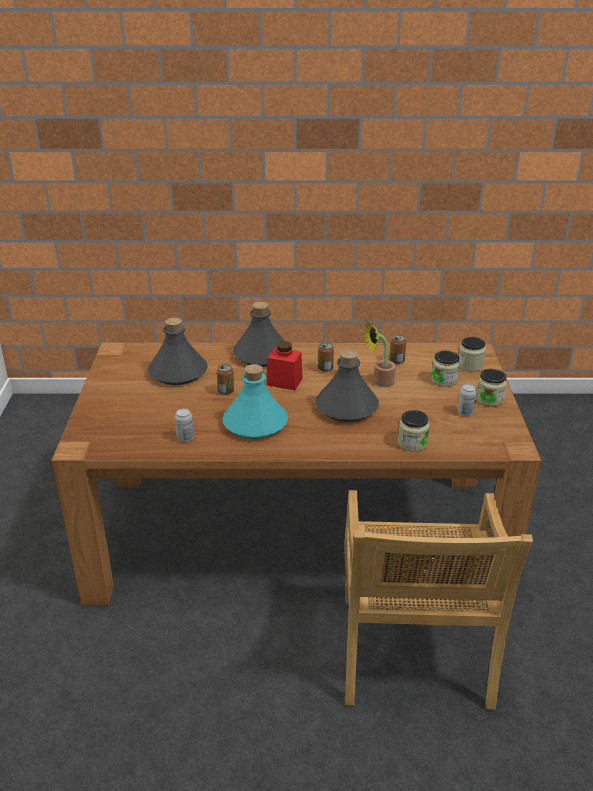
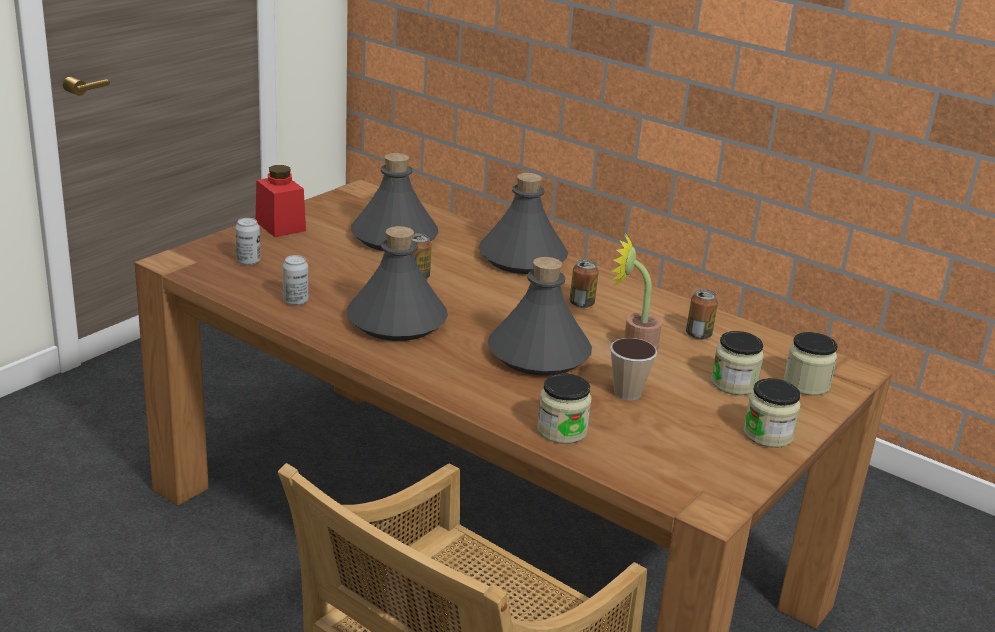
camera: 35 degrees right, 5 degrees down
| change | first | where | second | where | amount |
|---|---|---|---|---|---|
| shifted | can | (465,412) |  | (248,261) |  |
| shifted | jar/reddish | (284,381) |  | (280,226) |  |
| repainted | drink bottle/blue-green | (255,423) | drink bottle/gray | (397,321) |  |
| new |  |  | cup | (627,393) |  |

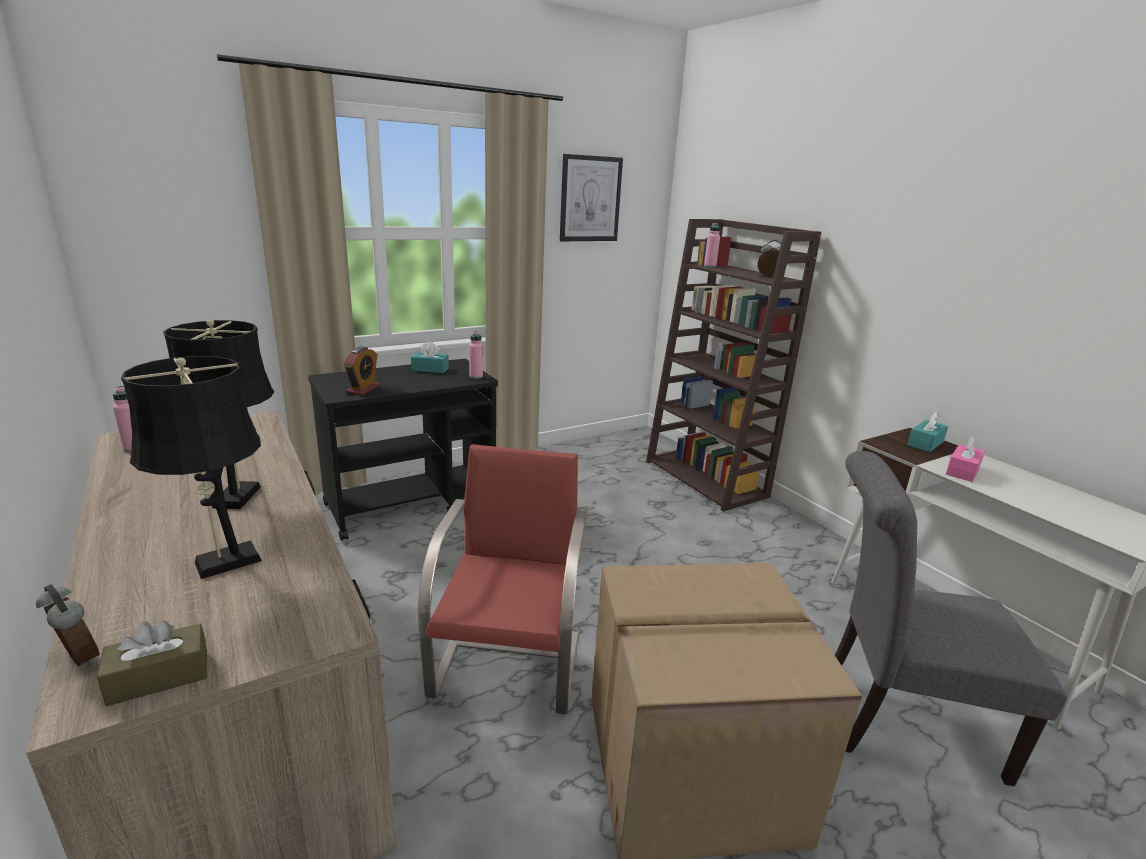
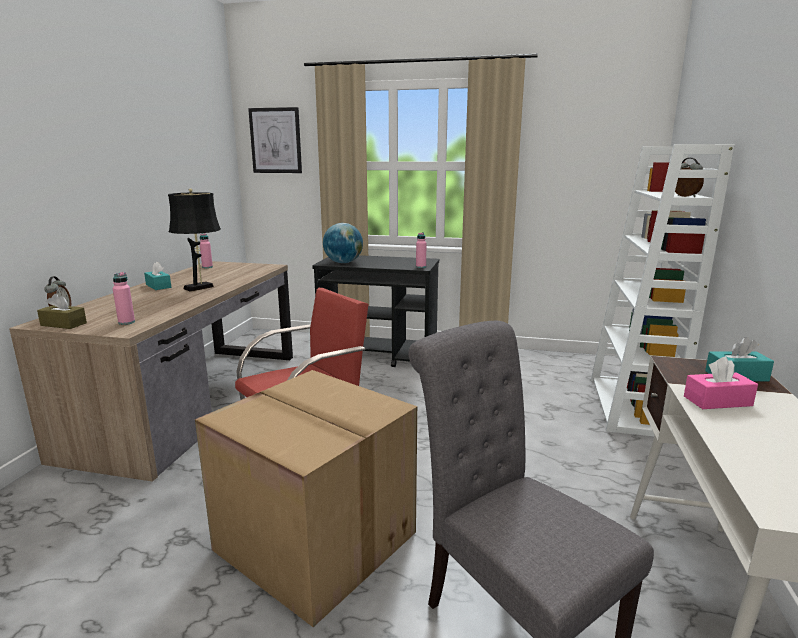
camera: 45 degrees right, 5 degrees down
| change | first | where | second | where | amount |
|---|---|---|---|---|---|
| shifted | drink bottle/pinkish | (710,266) |  | (126,322) |  |
| shifted | tissue holder/blue-green | (430,369) |  | (158,286) |  |
| shifted | wall art | (590,199) |  | (275,140) |  |
| swapped | table clock | (363,389) | globe | (343,263) |  |
| repainted | shelving unit/brownish | (707,479) | shelving unit/white-coloured | (632,406) |  |
| gone | tabletop lamp/black | (221,563) |  |  |  |

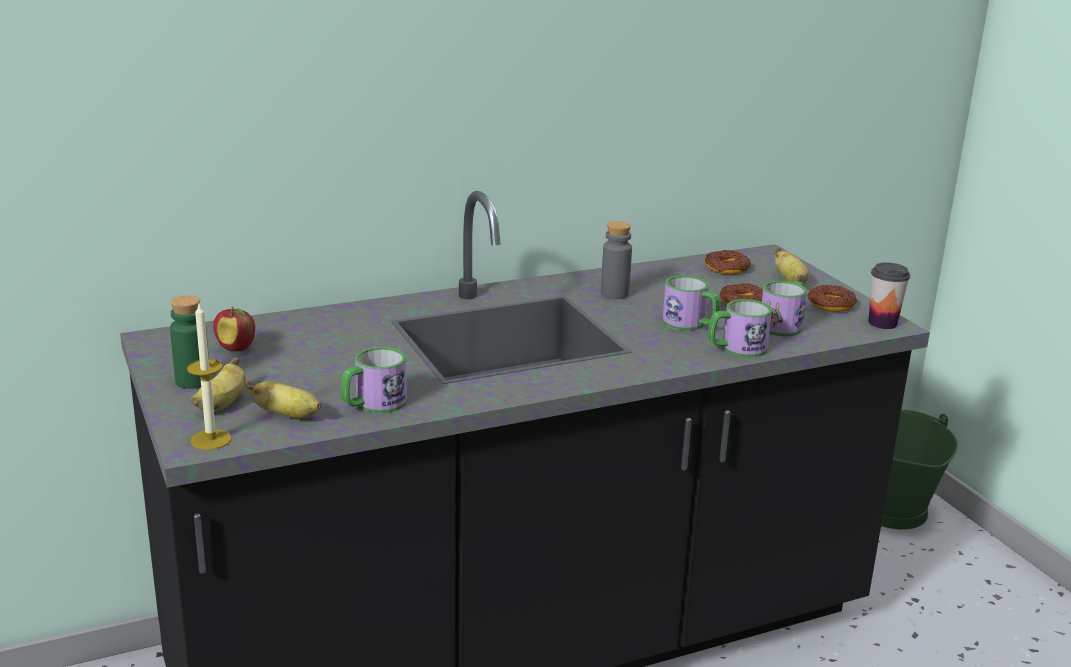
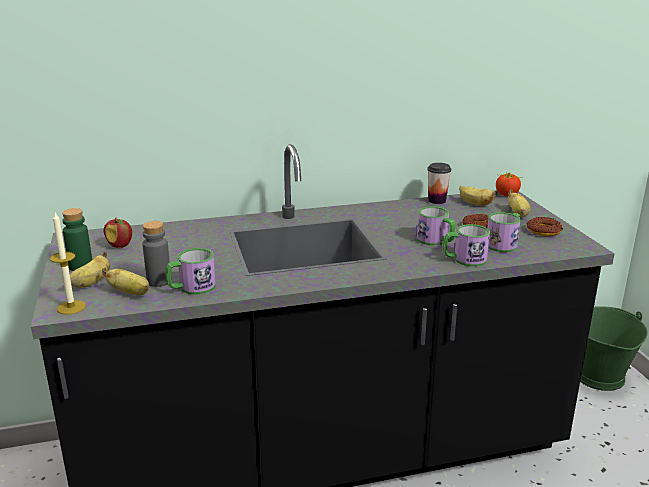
camera: 10 degrees right, 0 degrees up
| change | first | where | second | where | amount |
|---|---|---|---|---|---|
| shifted | drink bottle/gray | (614,294) |  | (159,281) |  |
| shifted | cup | (882,323) |  | (437,201) |  |
| swapped | donut | (727,268) | banana | (474,203) |  |
| new |  |  | whole tomato | (507,195) |  |

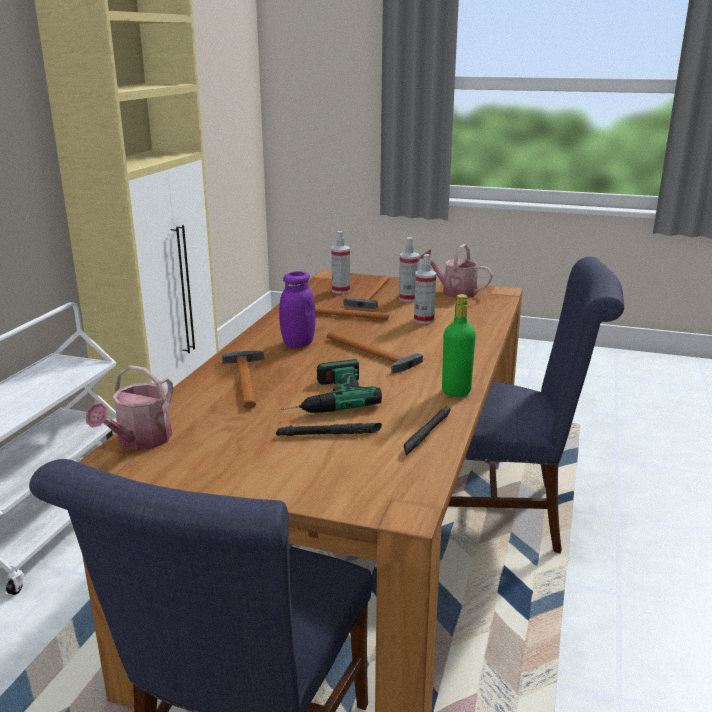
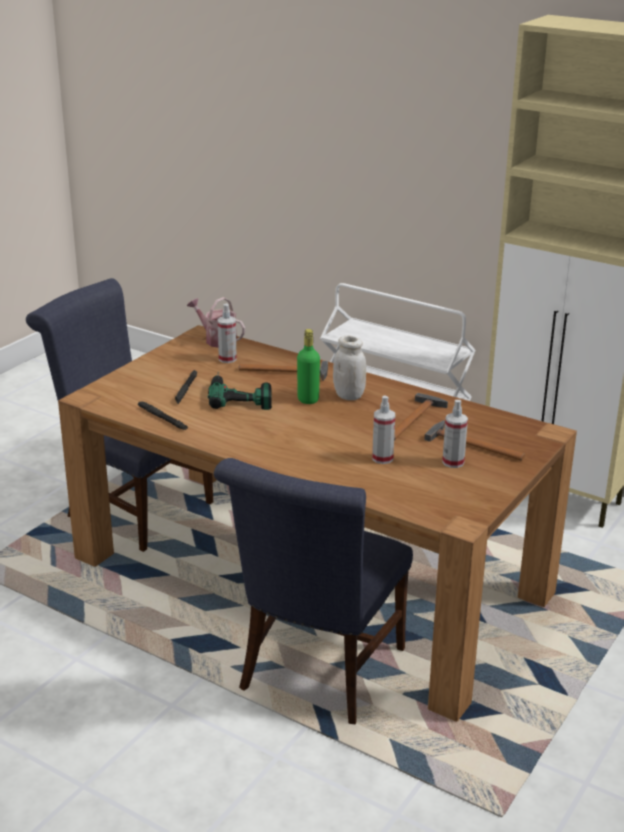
camera: 105 degrees right, 5 degrees up
| change | first | where | second | where | amount |
|---|---|---|---|---|---|
| shifted | spray bottle | (340,290) |  | (227,359) |  |
| shifted | drink bottle/green-coloured | (456,391) |  | (308,399) |  |
| repainted | jar/purple | (298,343) | jar/white-coloured | (349,396) |  |
| gone | hand hammer | (372,354) |  |  |  |
| gone | sprinkling can | (454,292) |  |  |  |

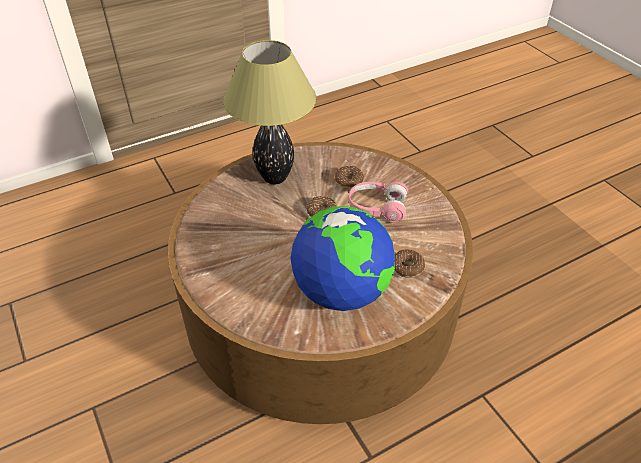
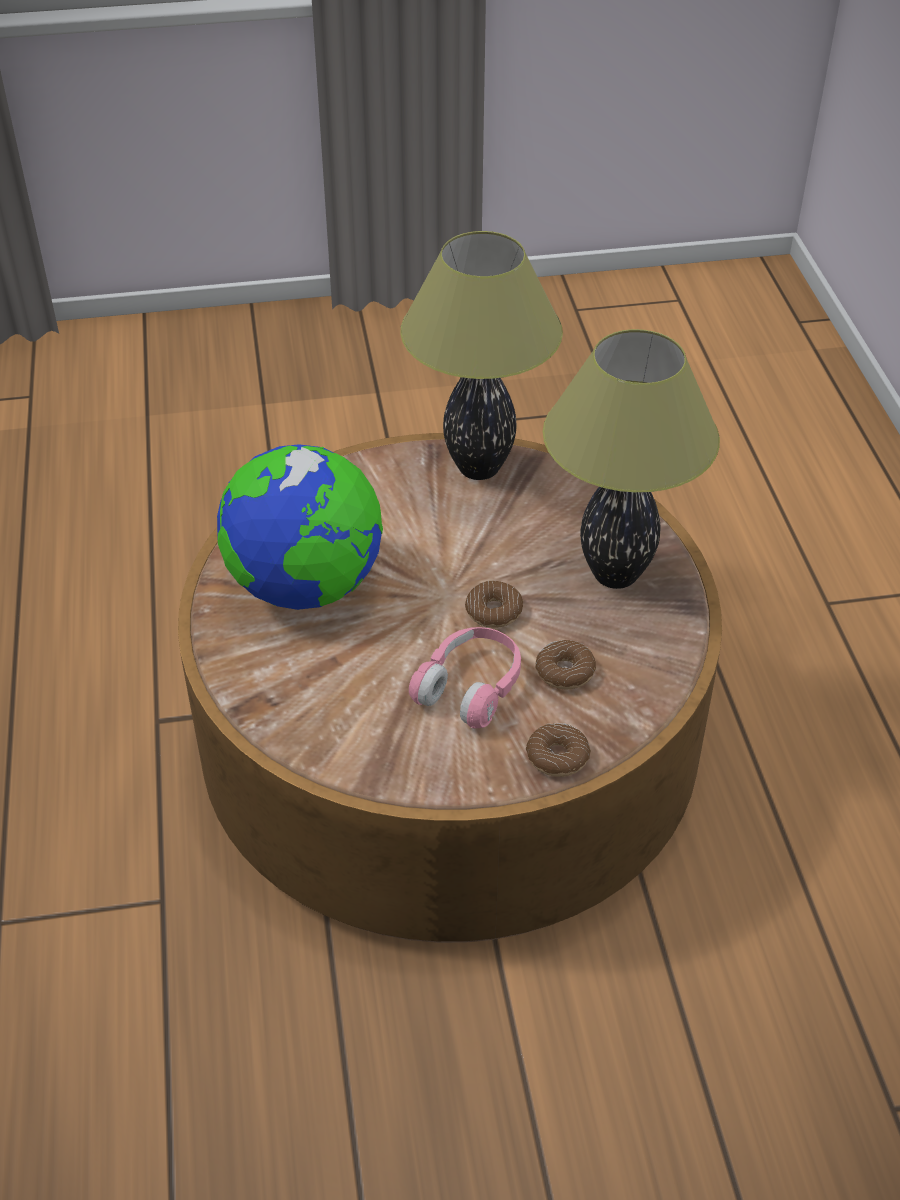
camera: 110 degrees right, 0 degrees up
| change | first | where | second | where | amount |
|---|---|---|---|---|---|
| new |  |  | tabletop lamp | (479,469) |  |
| shifted | donut | (407,267) |  | (557,757) |  |

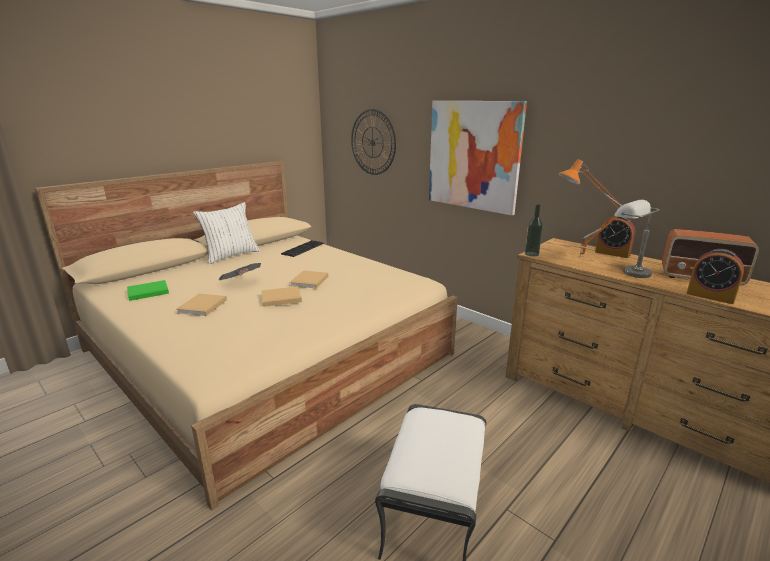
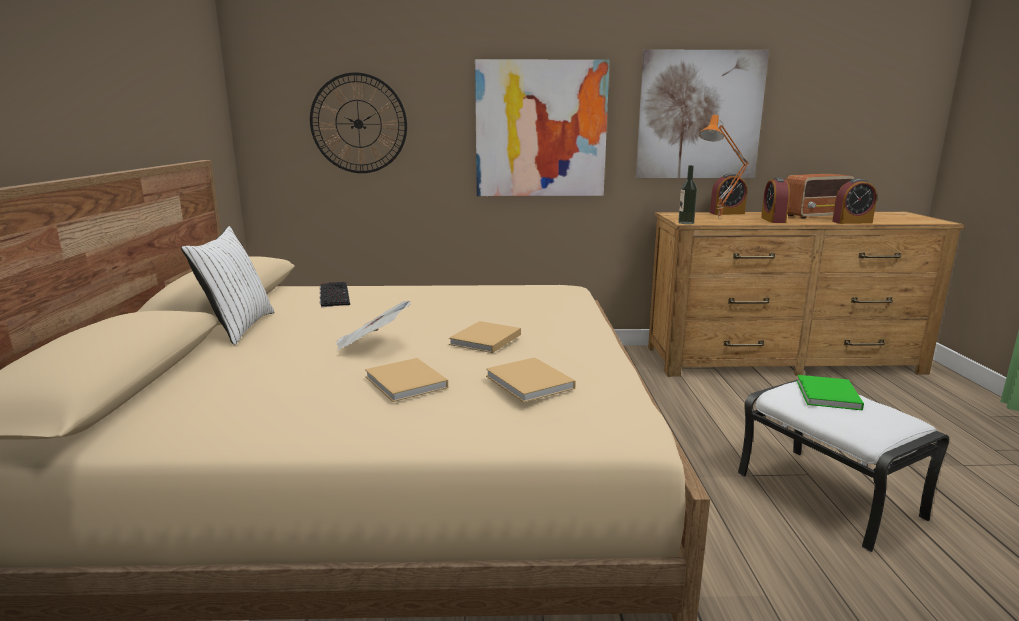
camera: 45 degrees left, 5 degrees down
| change | first | where | second | where | amount |
|---|---|---|---|---|---|
| shifted | book/sand-coloured | (309,281) |  | (530,383) |  |
| new |  |  | wall art | (699,115) |  |
| swapped | tabletop lamp/gray | (627,271) | table clock | (773,220) |  |
| shifted | book/green-coloured | (146,292) |  | (828,395) |  |

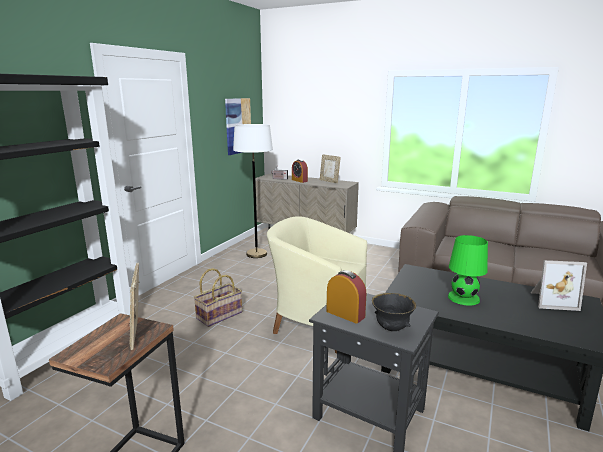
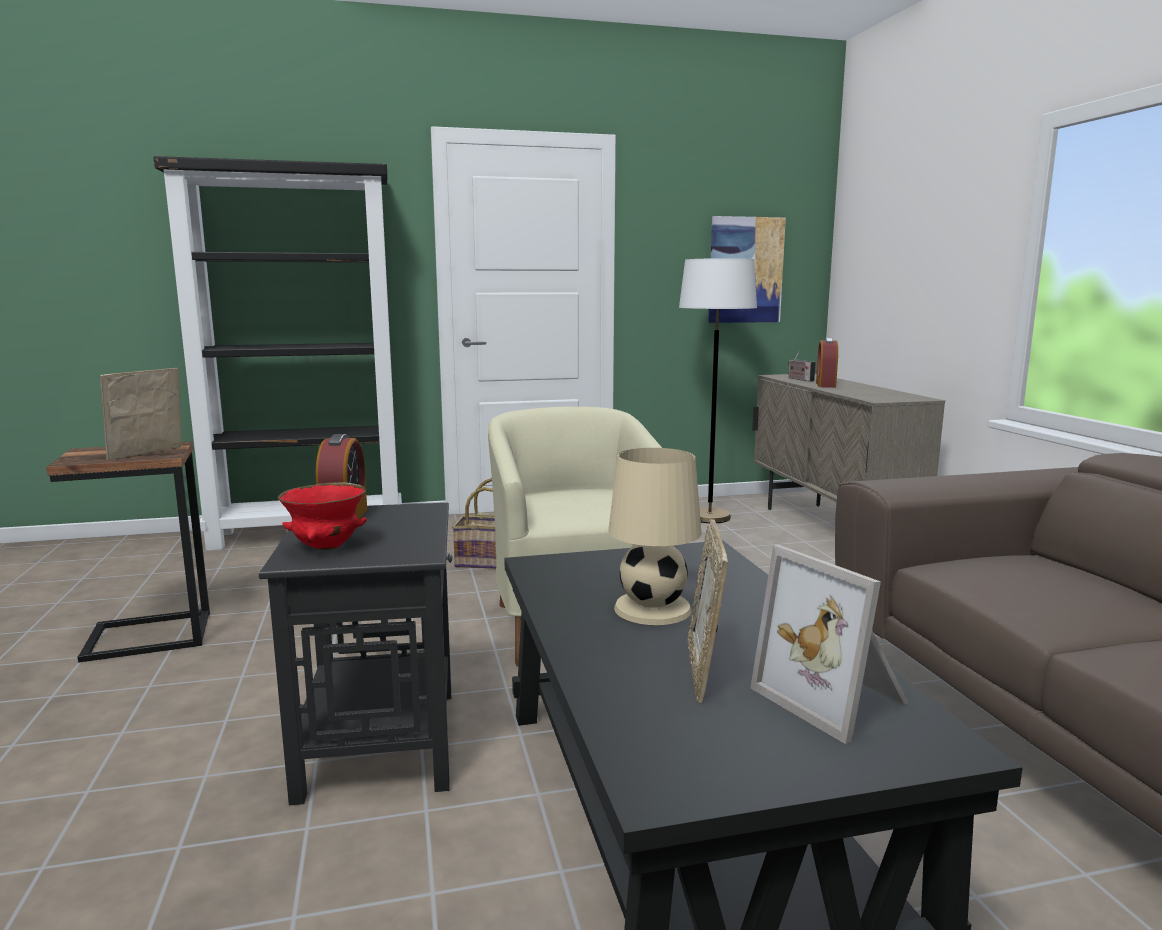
camera: 50 degrees right, 5 degrees down
| change | first | where | second | where | amount |
|---|---|---|---|---|---|
| repainted | serving bowl/black | (392,328) | serving bowl/reddish | (327,547) |  |
| repainted | tabletop lamp/green-coloured | (464,298) | tabletop lamp/sand-coloured | (653,609) |  |
| shifted | standing frame | (329,181) |  | (703,671) |  |

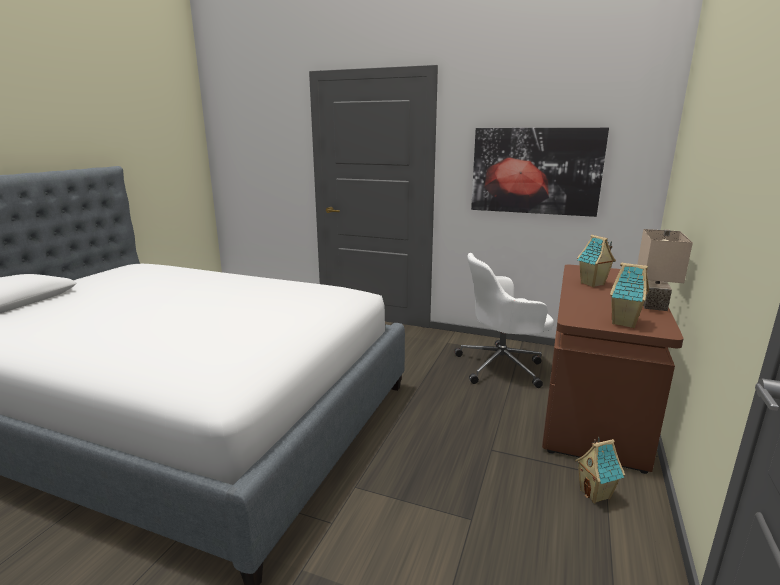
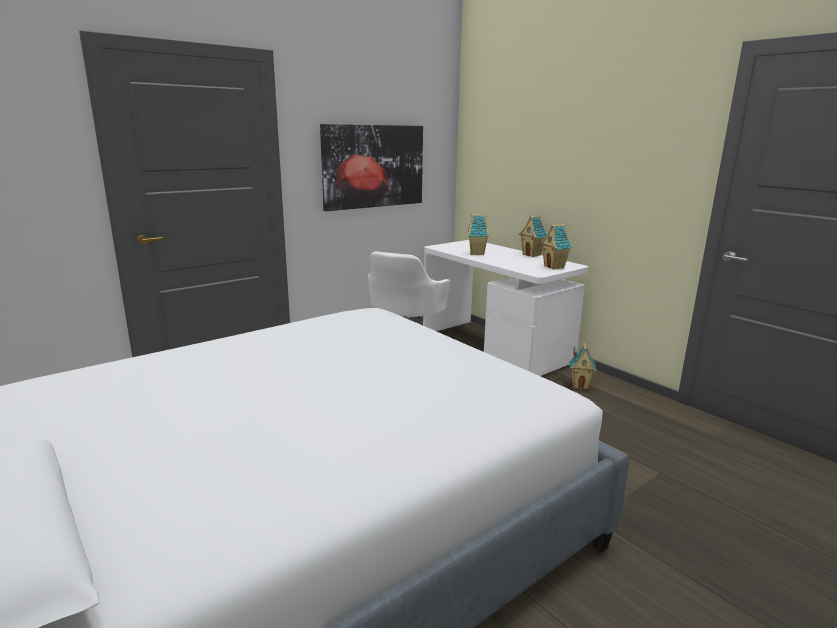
camera: 60 degrees left, 0 degrees up
| change | first | where | second | where | amount |
|---|---|---|---|---|---|
| repainted | desk/brownish | (594,407) | desk/white-coloured | (495,349) |  |
| swapped | tabletop lamp/sand-coloured | (655,305) | toy house | (532,255) |  |

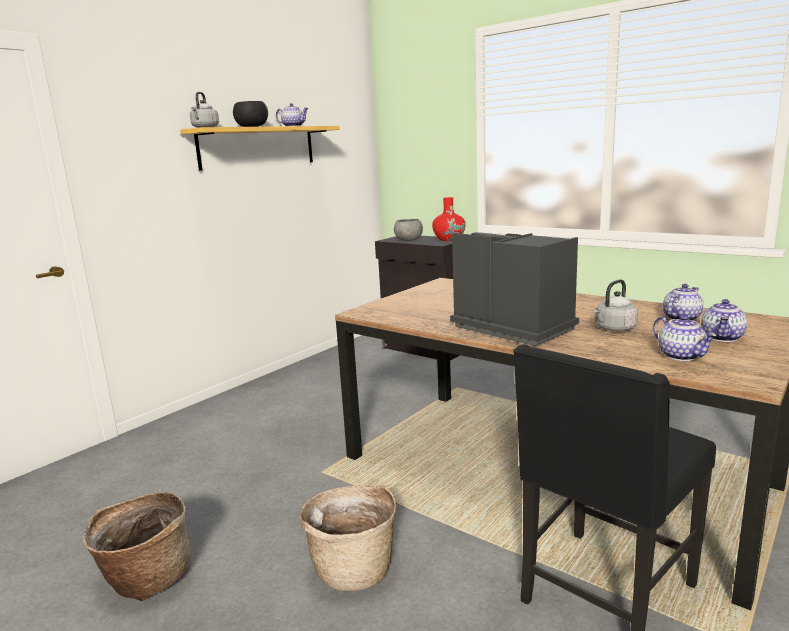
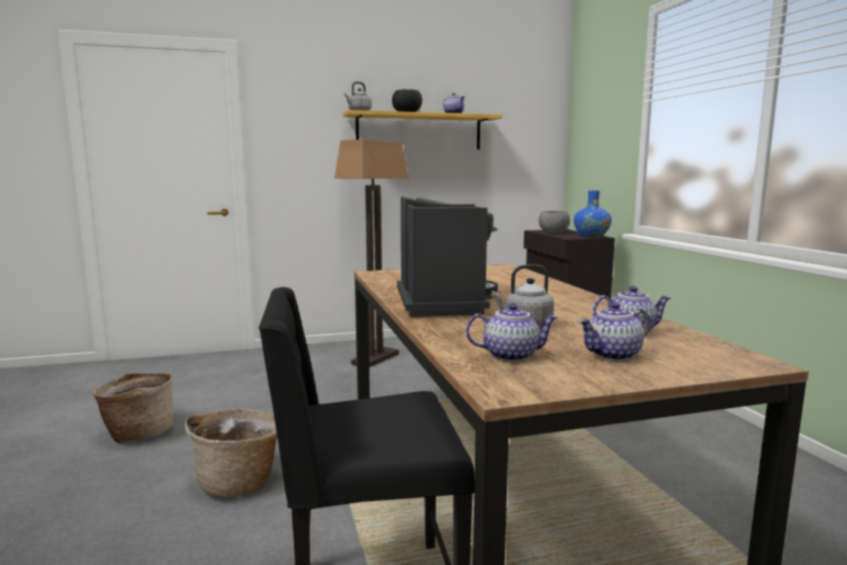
camera: 35 degrees right, 5 degrees down
| change | first | where | second | where | amount |
|---|---|---|---|---|---|
| new |  |  | floor lamp | (375,359) |  |
| rotated | teapot | (682,356) |  | (511,355) | 105 degrees counterclockwise |
| repainted | flower vase/reddish | (449,239) | flower vase/blue | (591,236) |  |

